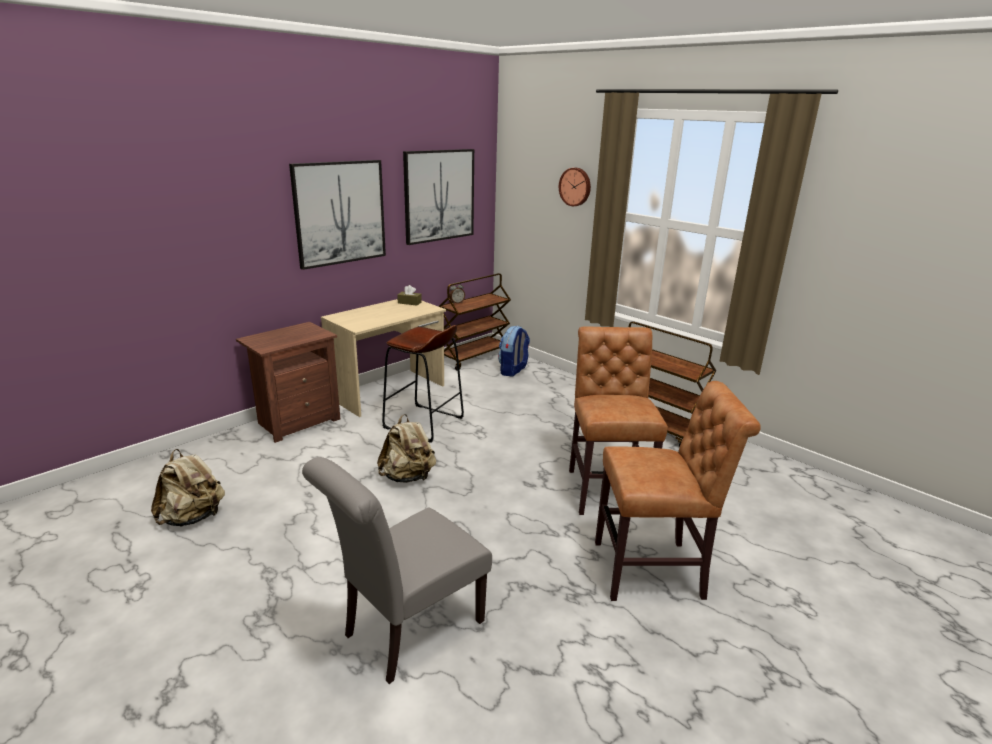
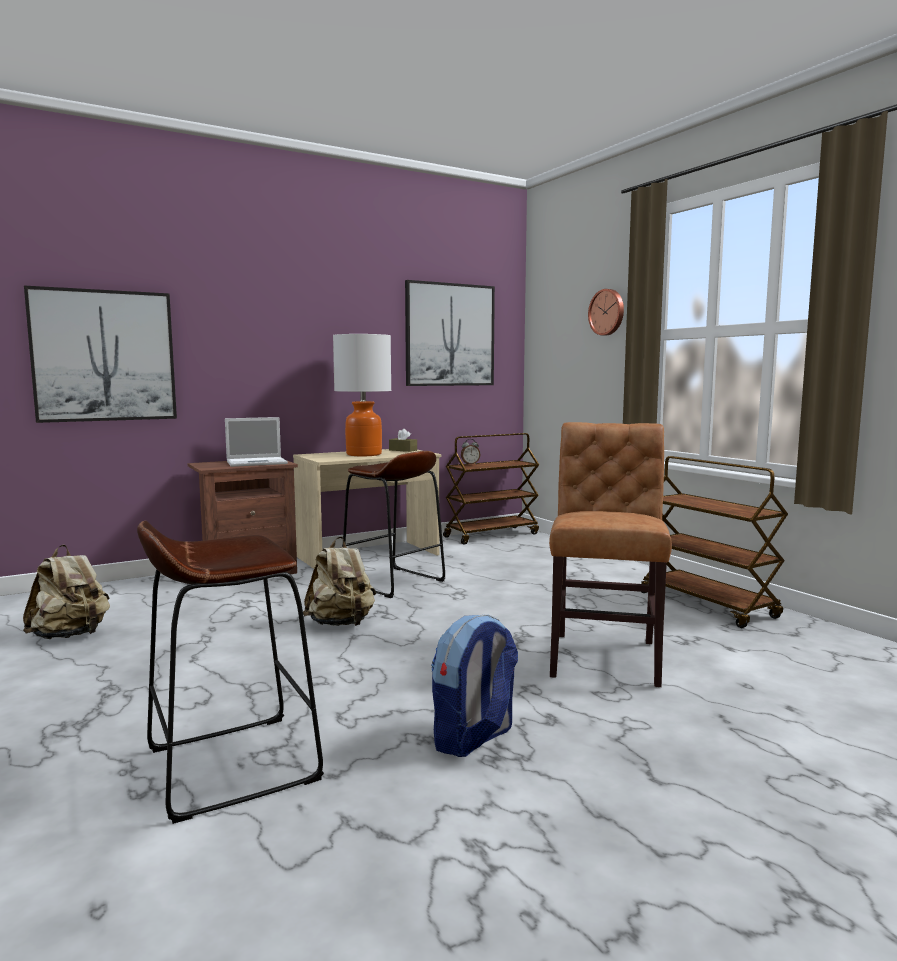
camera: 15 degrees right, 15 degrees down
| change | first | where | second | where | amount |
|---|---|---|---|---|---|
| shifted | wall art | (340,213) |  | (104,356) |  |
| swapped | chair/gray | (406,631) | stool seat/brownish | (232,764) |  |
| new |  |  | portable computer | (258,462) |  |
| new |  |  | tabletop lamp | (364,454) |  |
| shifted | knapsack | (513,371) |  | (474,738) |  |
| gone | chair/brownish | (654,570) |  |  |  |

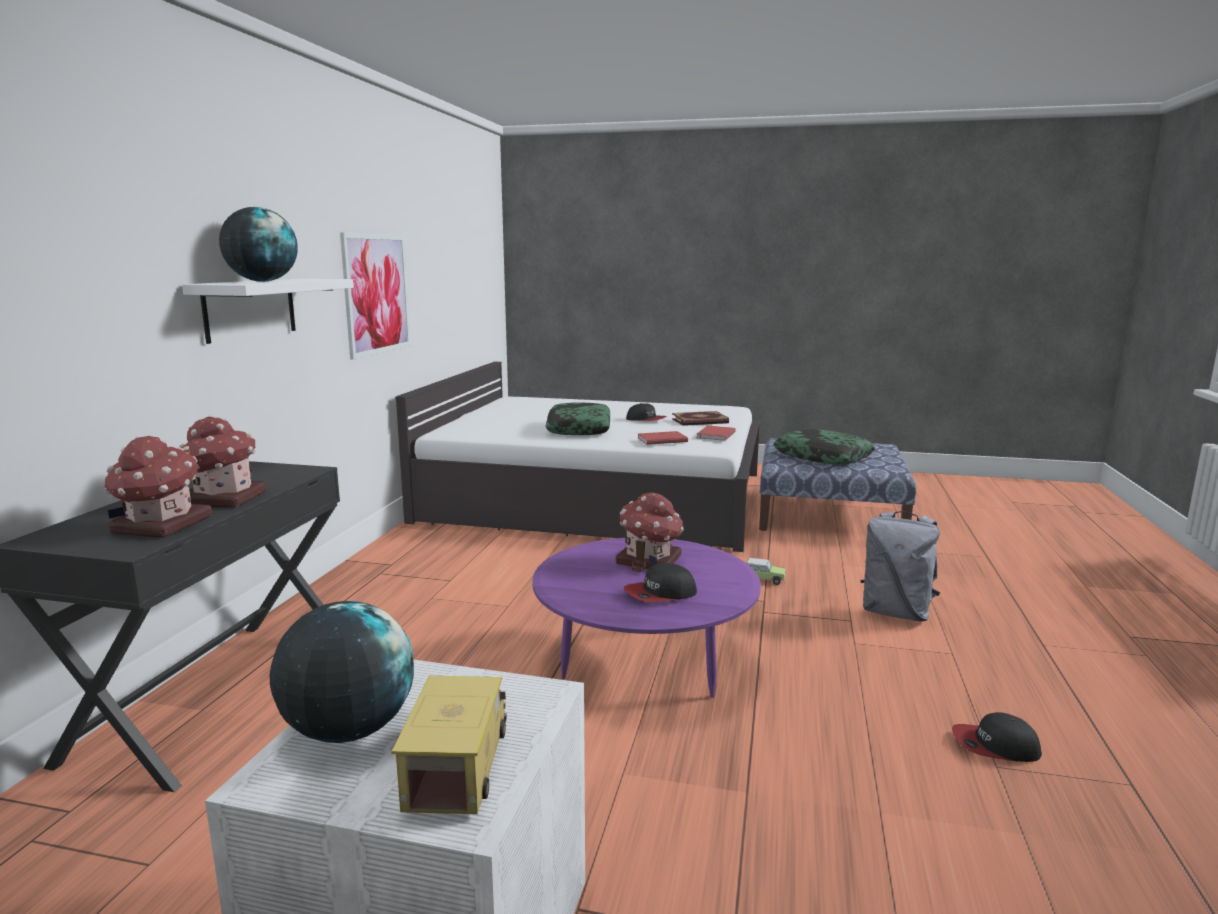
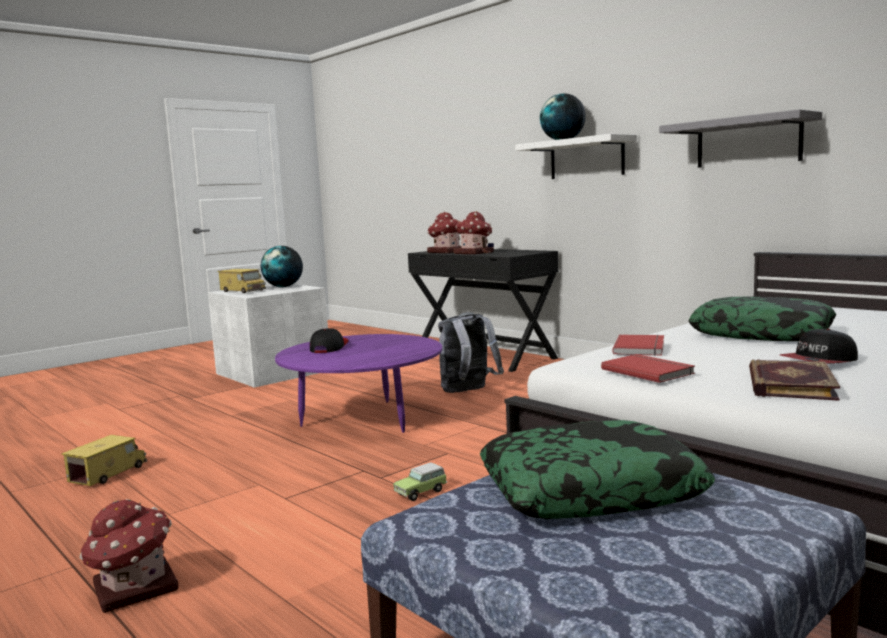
camera: 125 degrees right, 5 degrees down
| change | first | where | second | where | amount |
|---|---|---|---|---|---|
| swapped | peaked cap | (995,746) | toy lorry | (108,474) |  |
| shifted | toy house | (650,560) |  | (133,589) |  |
| shifted | knapsack/gray | (896,613) |  | (468,392) |  |
| swapped | wall art | (376,294) | bracket shelf/gray | (748,142) |  |

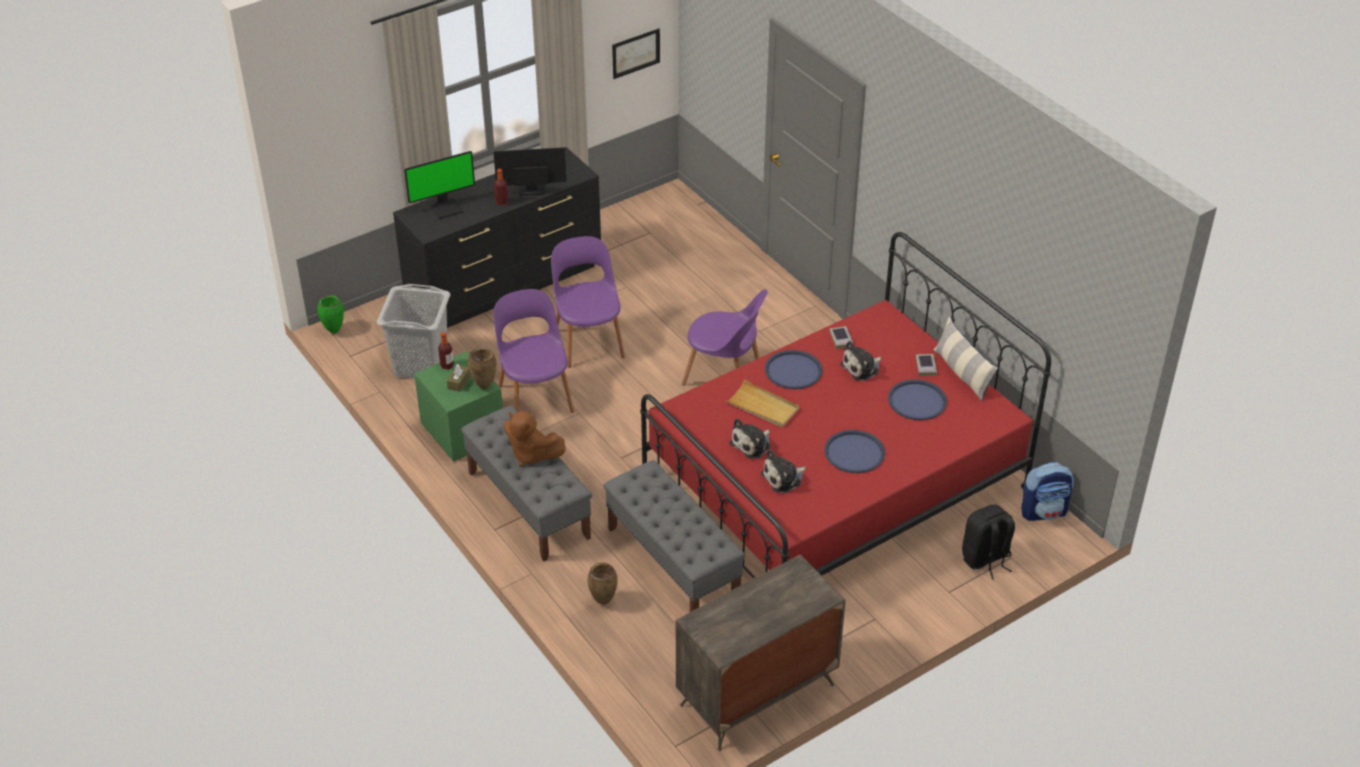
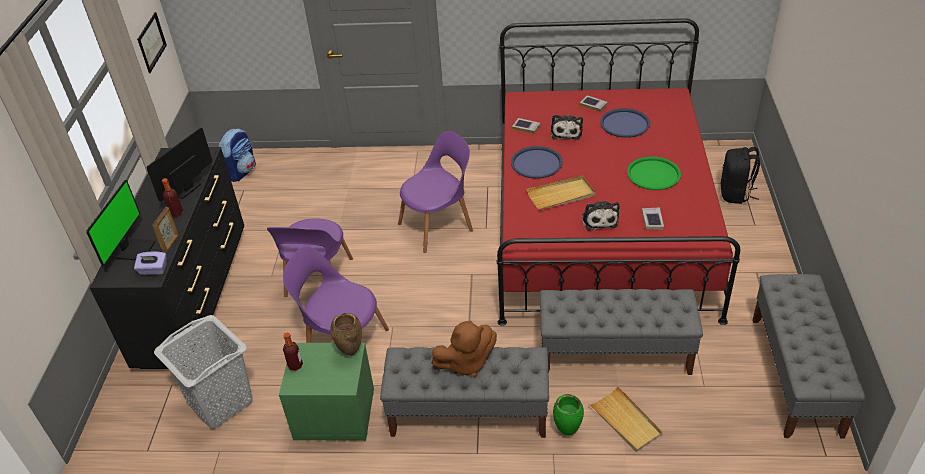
camera: 50 degrees left, 0 degrees up
| change | first | where | second | where | amount |
|---|---|---|---|---|---|
| new |  |  | tissue holder/purple | (153,270) |  |
| new |  |  | standing frame | (171,243) |  |
| shifted | knapsack | (1044,511) |  | (241,171) |  |
| rotated | chair/purple | (589,341) |  | (318,280) | 105 degrees counterclockwise |
| shifted | flower vase/green-coloured | (333,331) |  | (566,432) |  |
| swapped | flower vase/brownish | (602,602) | carrying tray/sand-coloured | (625,421) |  |
| repainted | carrying tray/blue | (854,452) | carrying tray/green-coloured | (653,174) |  |
| swapped | soft toy | (783,478) | book | (652,220) |  |
| swapped | chest of drawers | (755,694) | indoor bench/gray | (795,375) |  |
| gone | tissue holder/brownish | (459,382) |  |  |  |
| gone | pillow | (962,373) |  |  |  |

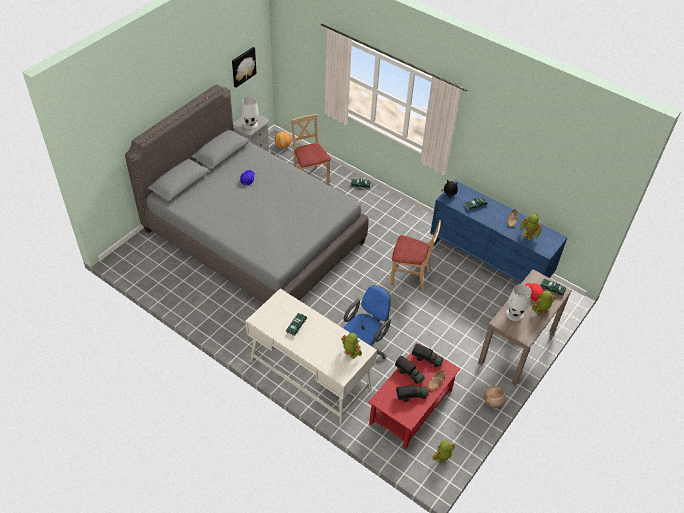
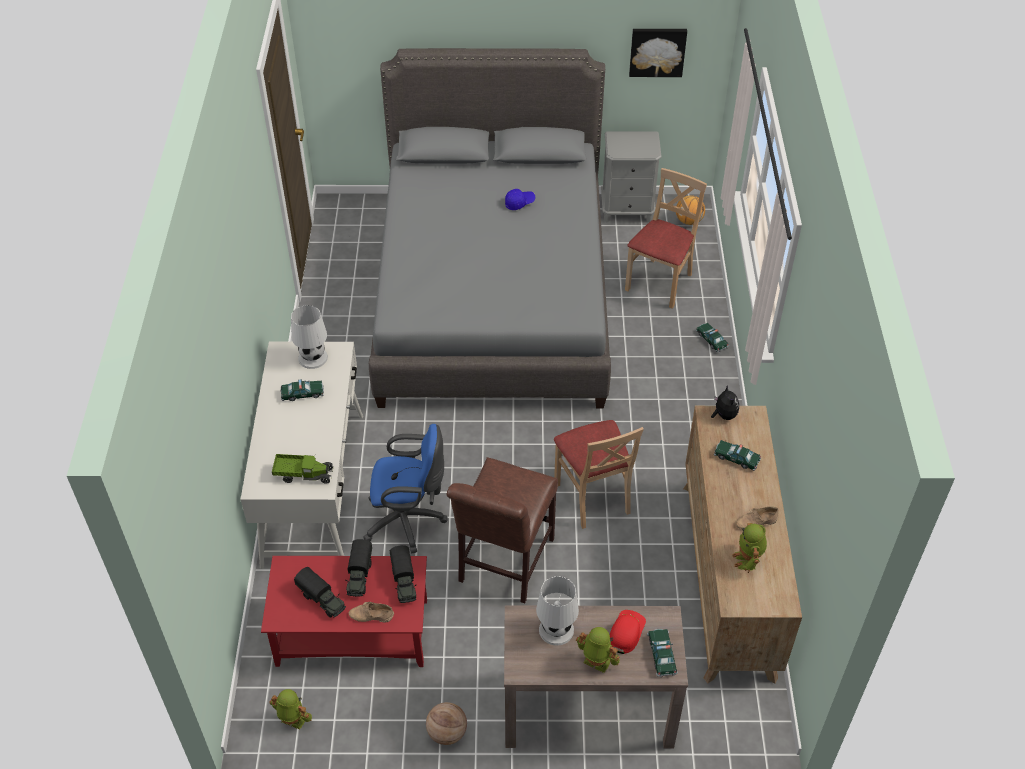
camera: 55 degrees right, 0 degrees up
| change | first | where | second | where | amount |
|---|---|---|---|---|---|
| swapped | model robot | (350,353) | toy lorry | (303,474) |  |
| shifted | tabletop lamp/white-coloured | (250,124) |  | (312,357) |  |
| new |  |  | chair/brownish | (503,564) |  |
| repainted | chest of drawers/blue | (489,262) | chest of drawers/brownish | (728,579) |  |

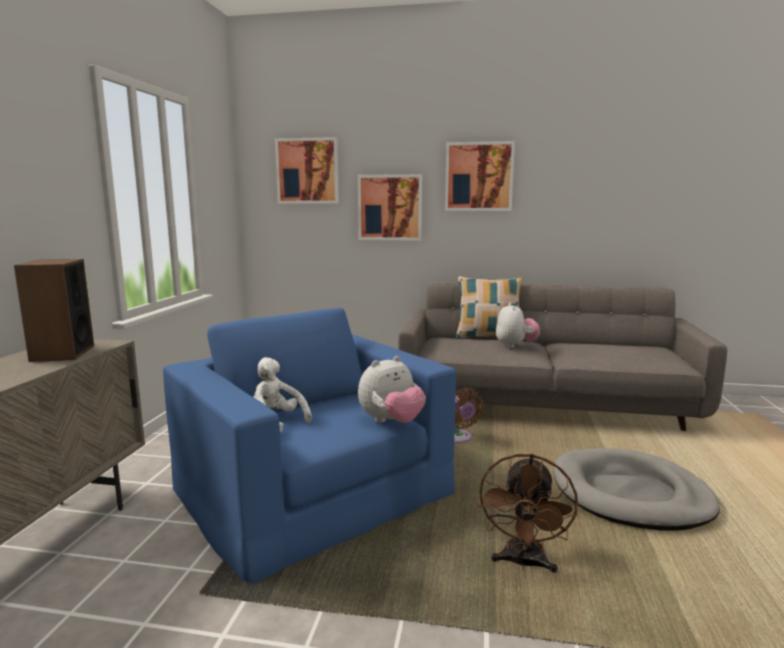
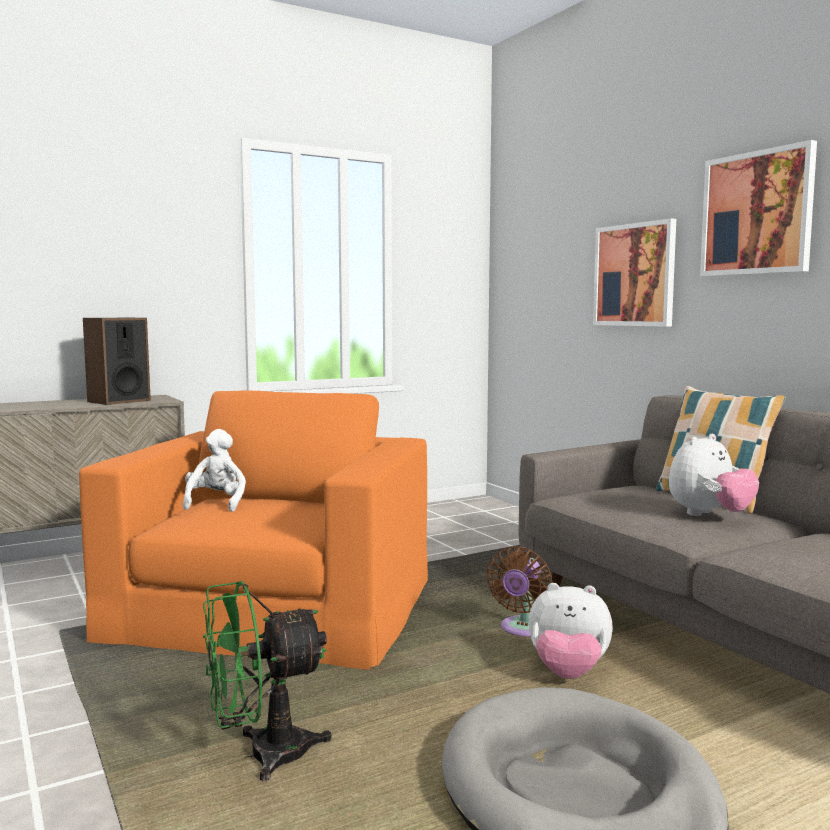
camera: 50 degrees right, 5 degrees down
| change | first | where | second | where | amount |
|---|---|---|---|---|---|
| repainted | lounge chair/blue | (313,490) | lounge chair/orange-coloured | (274,608) |  |
| repainted | cooling fan/brownish | (523,563) | cooling fan/green-coloured | (262,756) |  |
| shifted | soft toy | (391,422) |  | (568,673) |  |
| gone | wall art | (307,171) |  |  |  |

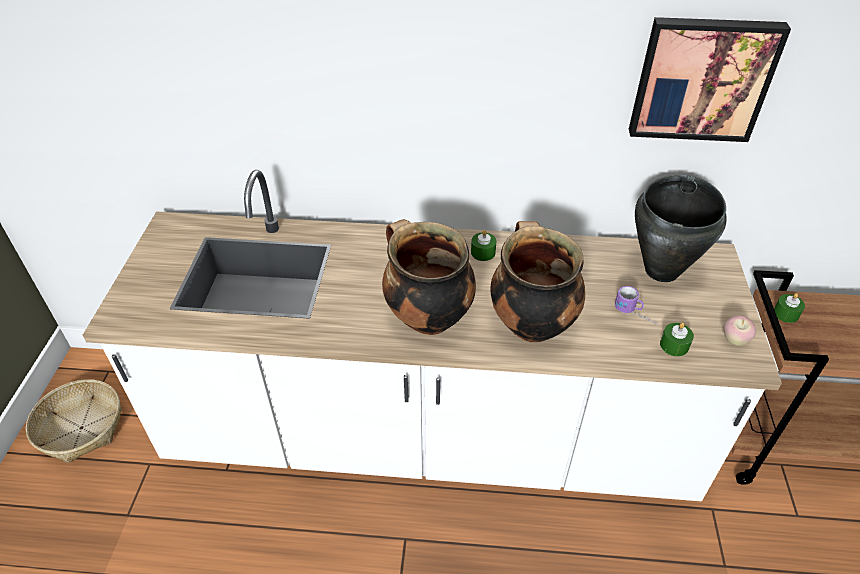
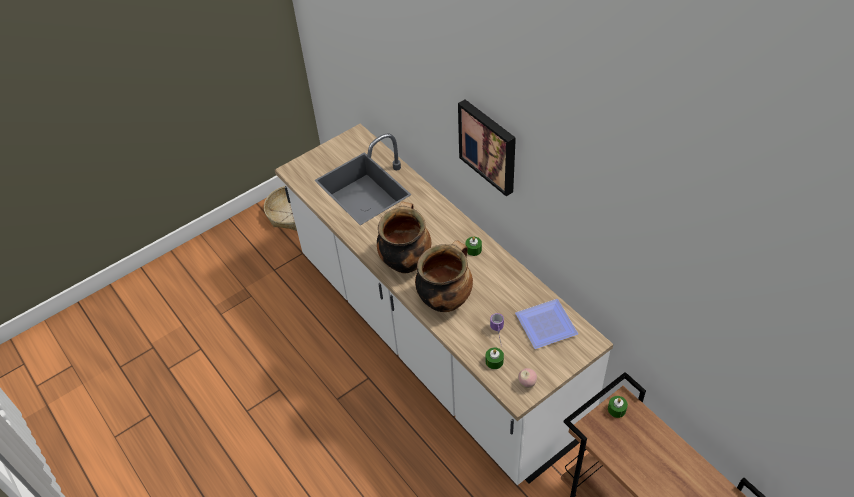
camera: 50 degrees right, 5 degrees up
| change | first | where | second | where | amount |
|---|---|---|---|---|---|
| shifted | wall art | (702,79) |  | (489,146) |  |
| swapped | saucepot/black | (662,270) | dinner plate | (548,326) |  |

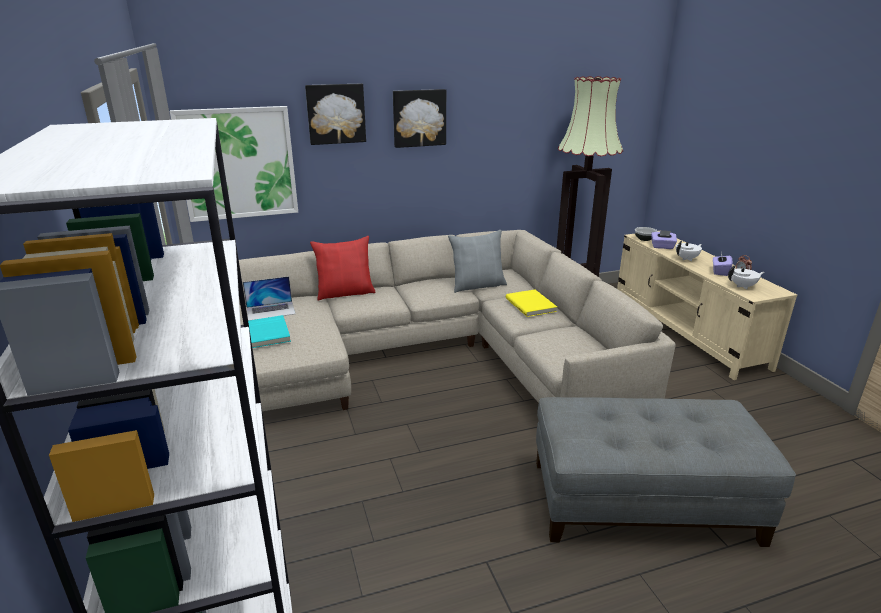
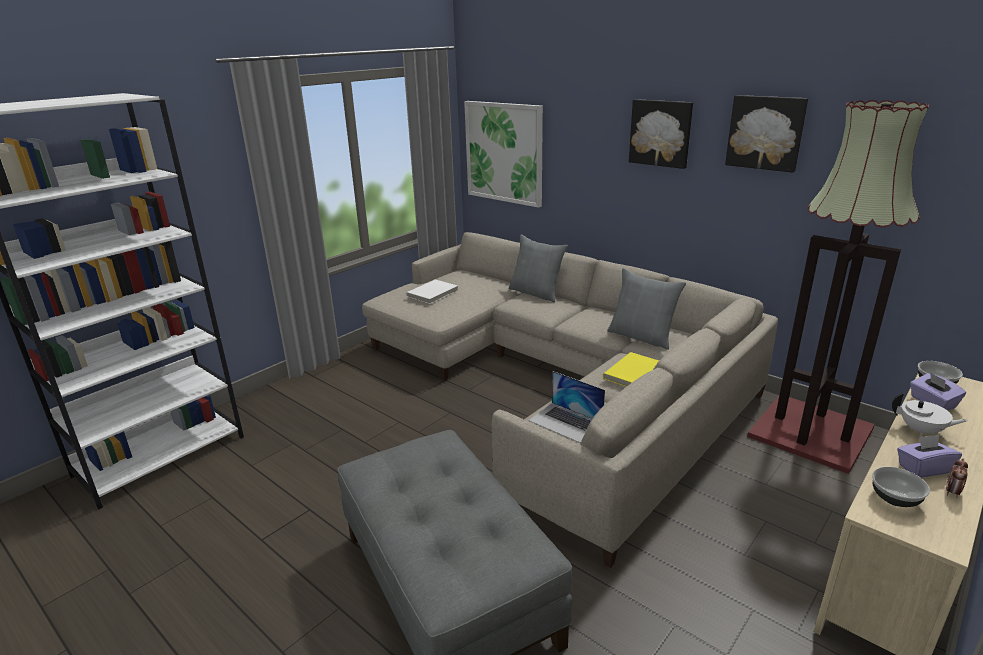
camera: 60 degrees right, 0 degrees up
| change | first | where | second | where | amount |
|---|---|---|---|---|---|
| repainted | book/blue-green | (269,333) | book/white-coloured | (433,293) |  |
| repainted | pillow/reddish | (345,293) | pillow/gray | (536,293) |  |
| shifted | portable computer | (271,310) |  | (566,422) |  |
| shifted | wall art | (336,113) |  | (765,132) |  |
| swapped | teapot/white-coloured | (743,286) | serving bowl | (895,499) |  |

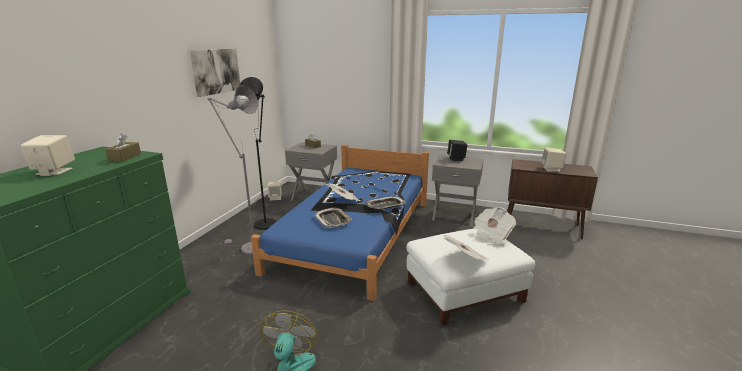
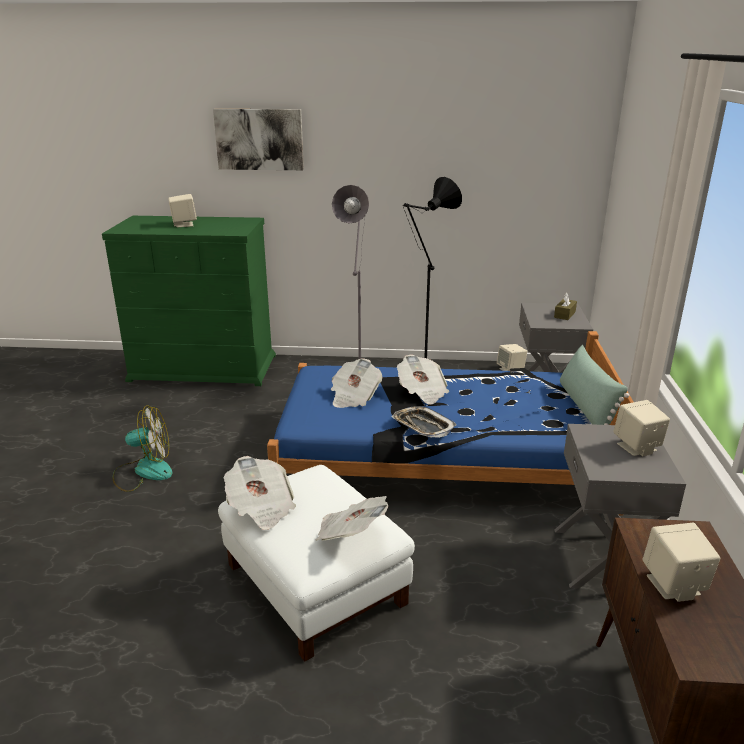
camera: 75 degrees right, 5 degrees up
| change | first | where | second | where | amount |
|---|---|---|---|---|---|
| shifted | wall art | (216,71) |  | (259,139) |  |
| swapped | carrying tray | (333,220) | newspaper | (354,397) |  |
| new |  |  | pillow/green-coloured | (586,407) |  |
| repainted | loudspeaker/black | (456,159) | loudspeaker/sand-coloured | (637,447) |  |
| gone | tissue holder/brownish | (125,157) |  |  |  |

